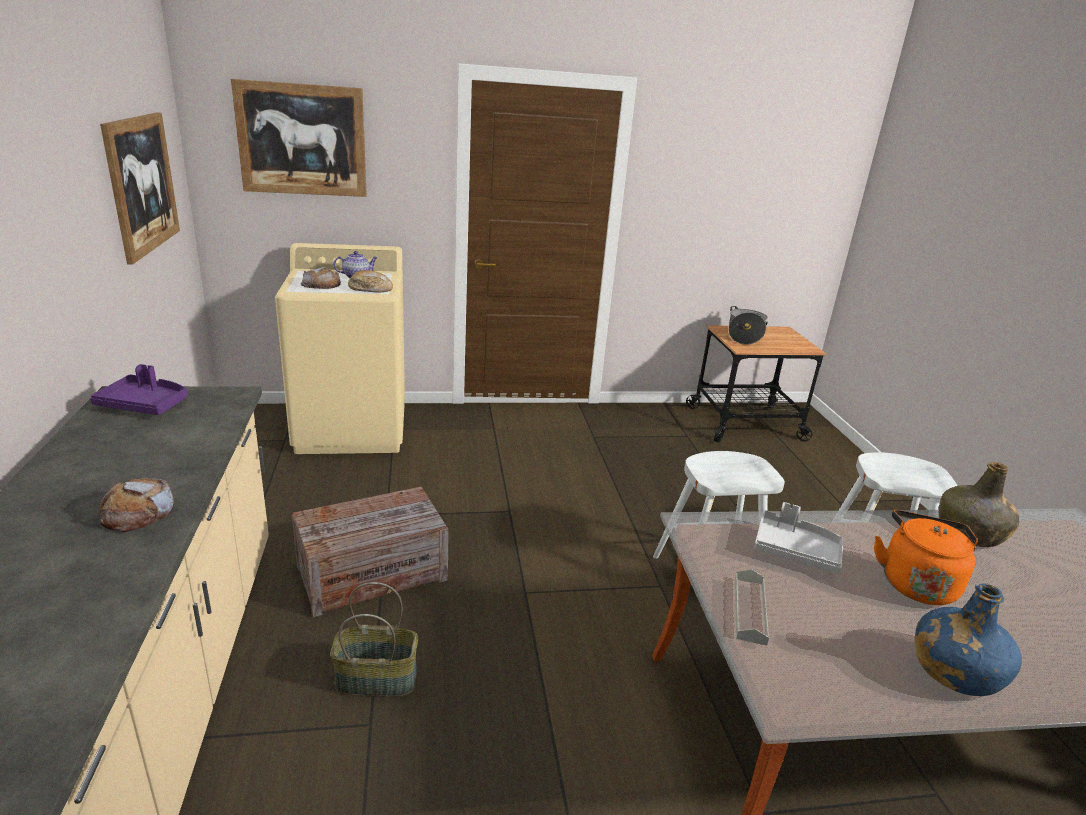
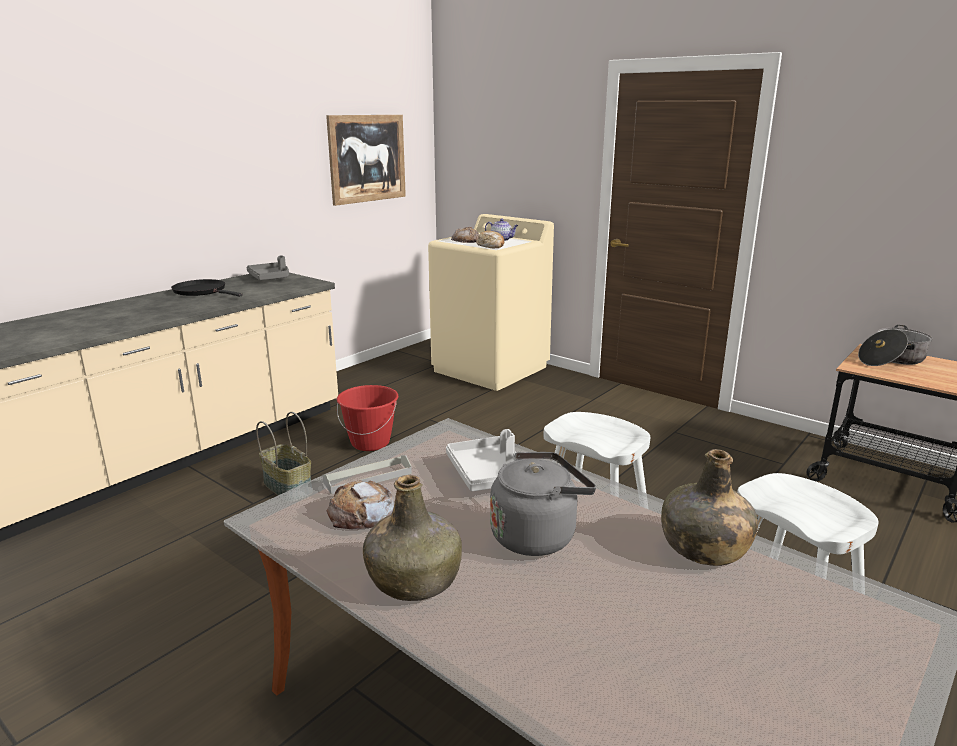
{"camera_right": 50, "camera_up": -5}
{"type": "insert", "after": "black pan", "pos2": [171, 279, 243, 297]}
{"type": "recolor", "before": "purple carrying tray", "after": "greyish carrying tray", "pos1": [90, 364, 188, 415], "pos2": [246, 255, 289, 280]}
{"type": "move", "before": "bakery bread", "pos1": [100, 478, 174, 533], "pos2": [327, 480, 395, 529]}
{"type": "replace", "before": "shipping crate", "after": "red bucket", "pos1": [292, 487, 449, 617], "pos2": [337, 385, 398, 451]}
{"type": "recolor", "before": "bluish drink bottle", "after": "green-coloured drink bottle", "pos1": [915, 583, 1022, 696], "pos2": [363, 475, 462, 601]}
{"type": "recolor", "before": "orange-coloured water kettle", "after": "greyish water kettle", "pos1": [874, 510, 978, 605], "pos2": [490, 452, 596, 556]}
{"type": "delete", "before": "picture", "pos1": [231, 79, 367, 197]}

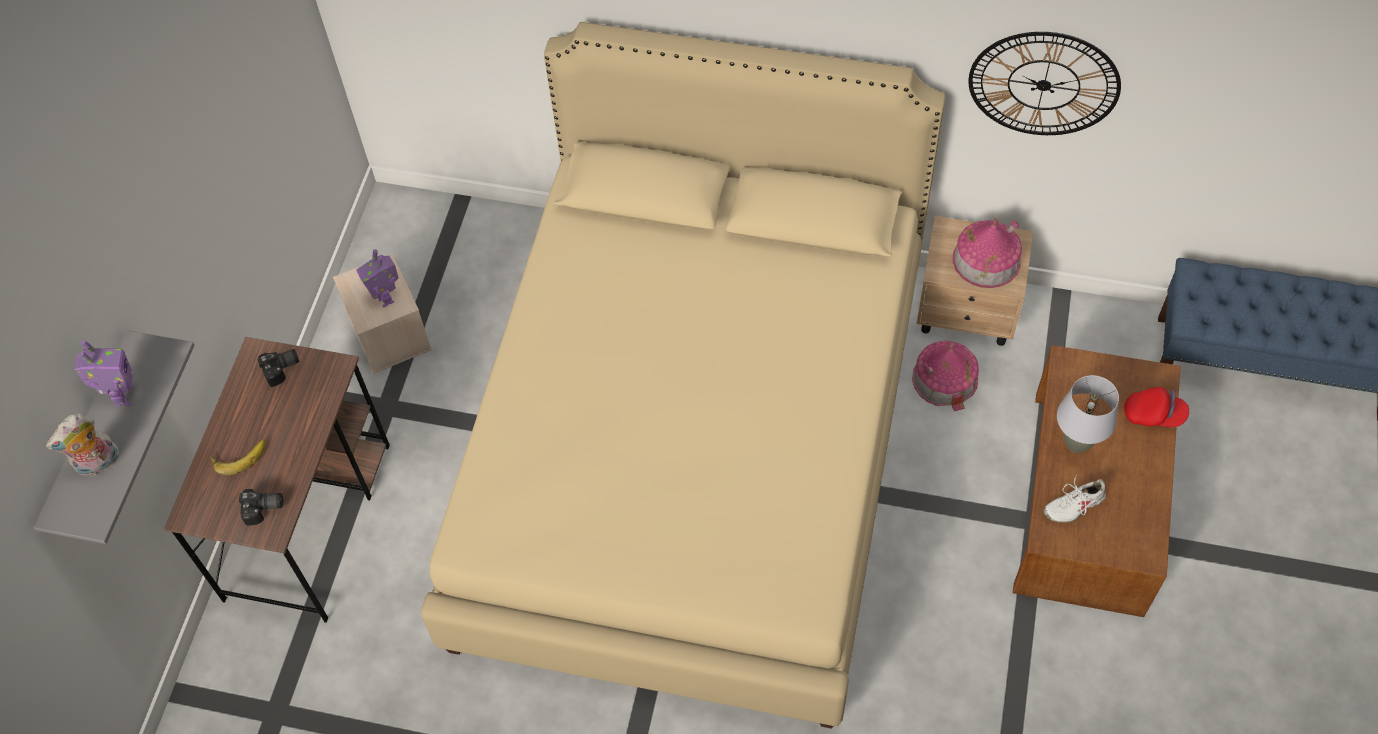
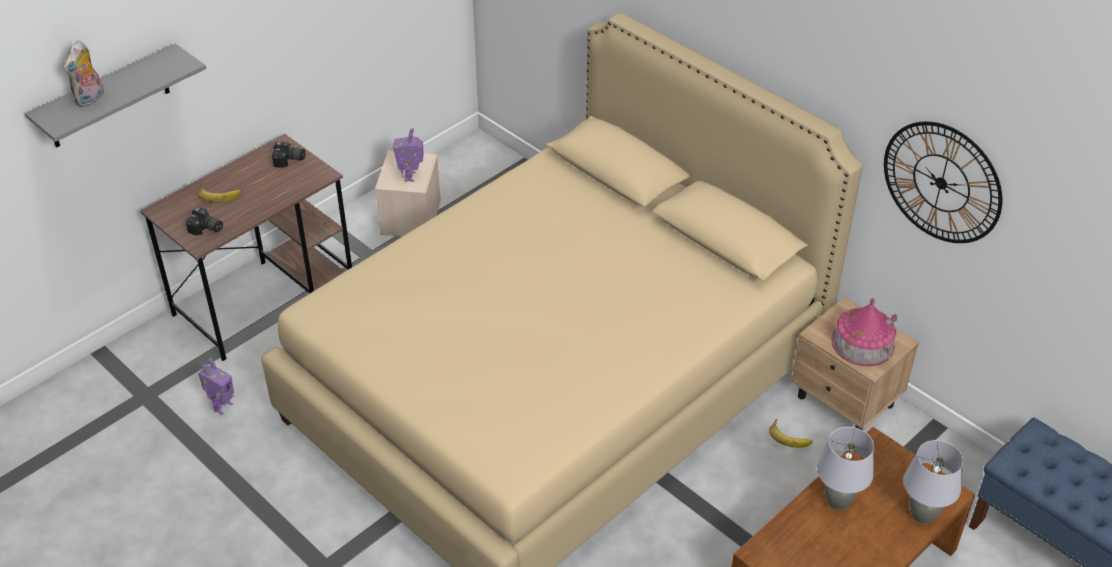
{"camera_right": 30, "camera_up": -15}
{"type": "rotate", "before": "cuddly toy", "pos1": [46, 413, 119, 476], "pos2": [63, 40, 104, 107], "turn": -60}
{"type": "move", "before": "robot figure", "pos1": [74, 340, 133, 407], "pos2": [198, 358, 234, 415]}
{"type": "replace", "before": "toy house", "after": "banana fruit", "pos1": [912, 341, 979, 411], "pos2": [769, 419, 813, 448]}
{"type": "replace", "before": "red cap", "after": "greyish tabletop lamp", "pos1": [1124, 387, 1189, 427], "pos2": [903, 440, 963, 524]}
{"type": "delete", "before": "whitish low shoe", "pos1": [1043, 474, 1106, 523]}

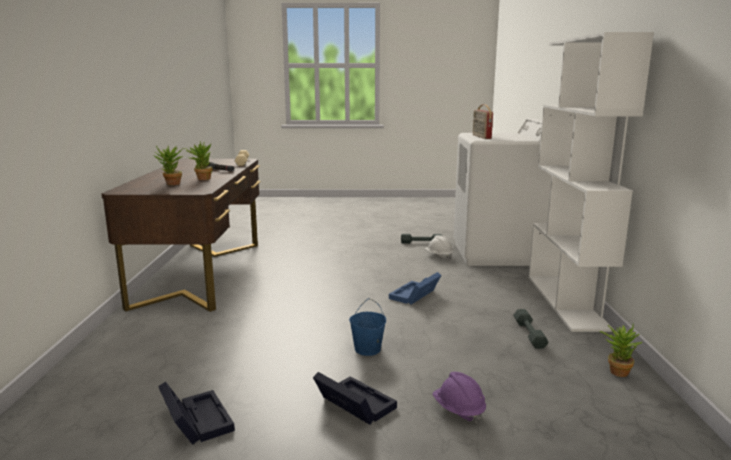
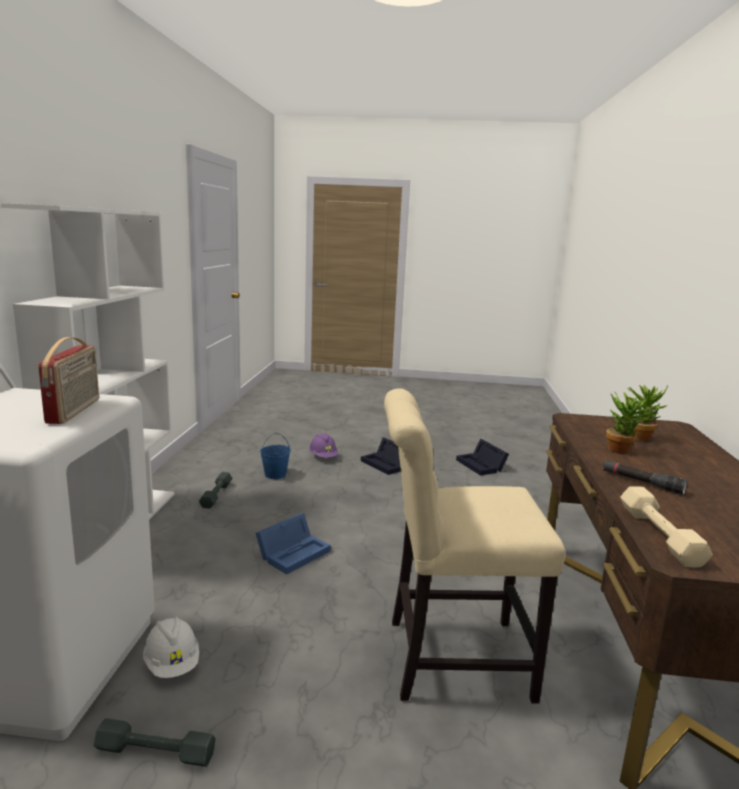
{"camera_right": -175, "camera_up": 0}
{"type": "move", "before": "bluish bucket", "pos1": [349, 299, 386, 356], "pos2": [260, 433, 291, 479]}
{"type": "insert", "after": "sand-coloured upright chair", "pos2": [384, 388, 565, 704]}
{"type": "delete", "before": "houseplant", "pos1": [600, 323, 642, 377]}

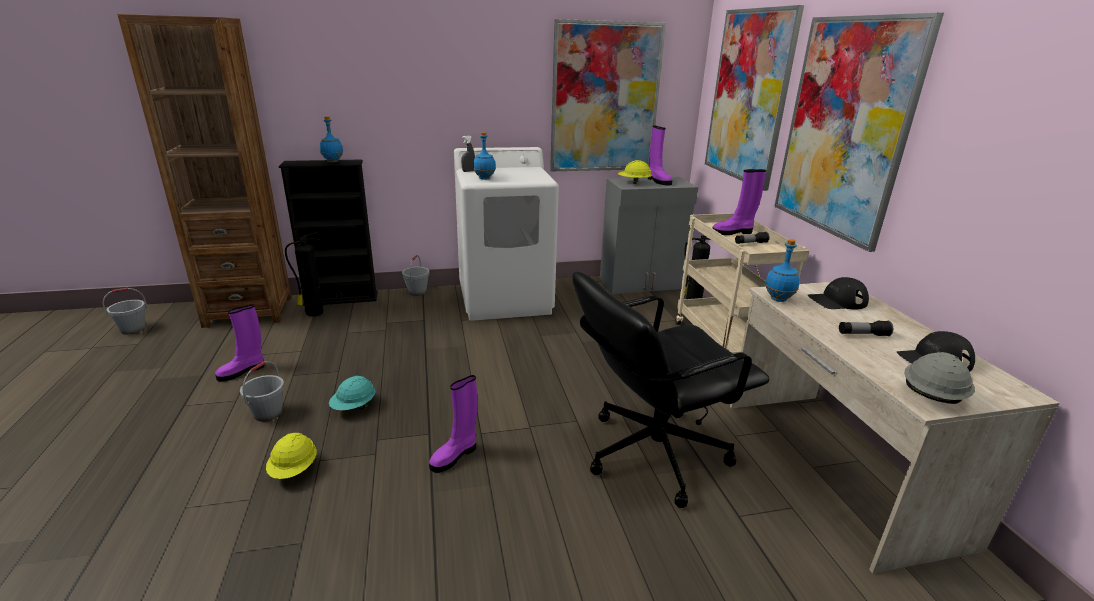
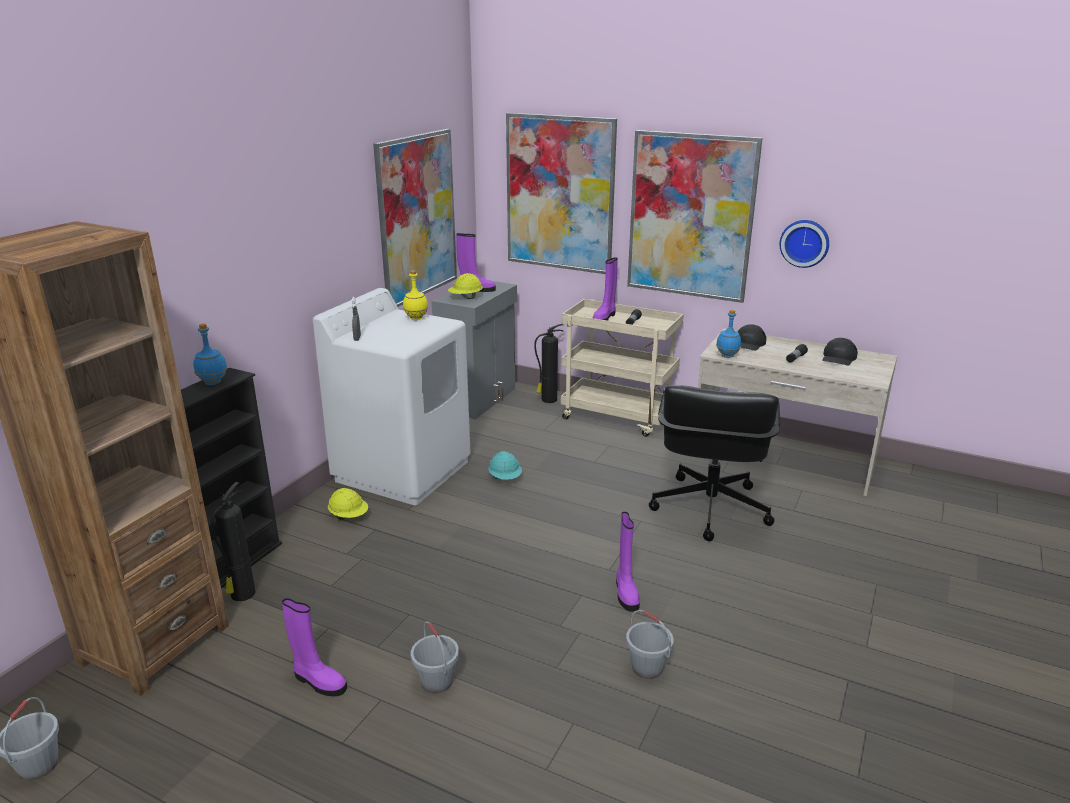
{"camera_right": -50, "camera_up": 0}
{"type": "rotate", "before": "purple tall boot", "pos1": [215, 304, 264, 382], "pos2": [282, 598, 347, 696], "turn": -60}
{"type": "move", "before": "yellow-coloured work helmet", "pos1": [266, 433, 317, 479], "pos2": [328, 488, 368, 520]}
{"type": "insert", "after": "yellow-coloured drink bottle", "pos2": [403, 270, 428, 320]}
{"type": "move", "before": "turquoise-coloured work helmet", "pos1": [329, 376, 376, 410], "pos2": [488, 451, 522, 480]}
{"type": "move", "before": "greyish bucket", "pos1": [402, 255, 429, 296], "pos2": [626, 610, 673, 679]}
{"type": "insert", "after": "clock on the wall", "pos2": [779, 220, 829, 268]}
{"type": "delete", "before": "bluish drink bottle", "pos1": [473, 132, 496, 180]}
{"type": "delete", "before": "greyish work helmet", "pos1": [904, 352, 975, 404]}

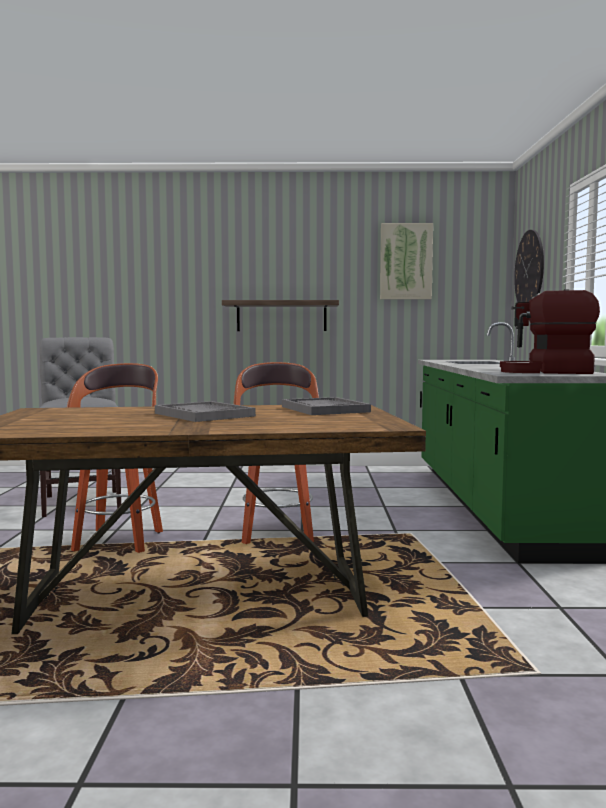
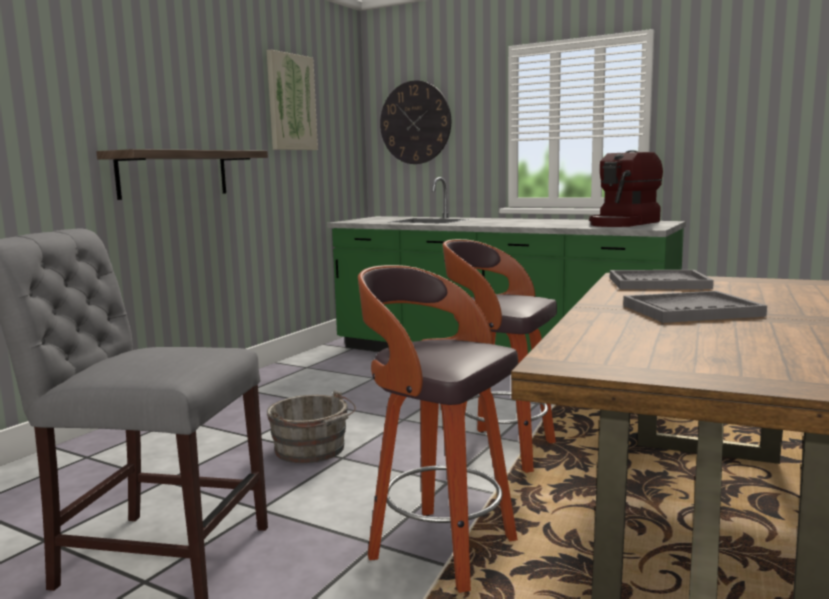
{"camera_right": -60, "camera_up": 5}
{"type": "insert", "after": "greyish bucket", "pos2": [267, 390, 356, 463]}

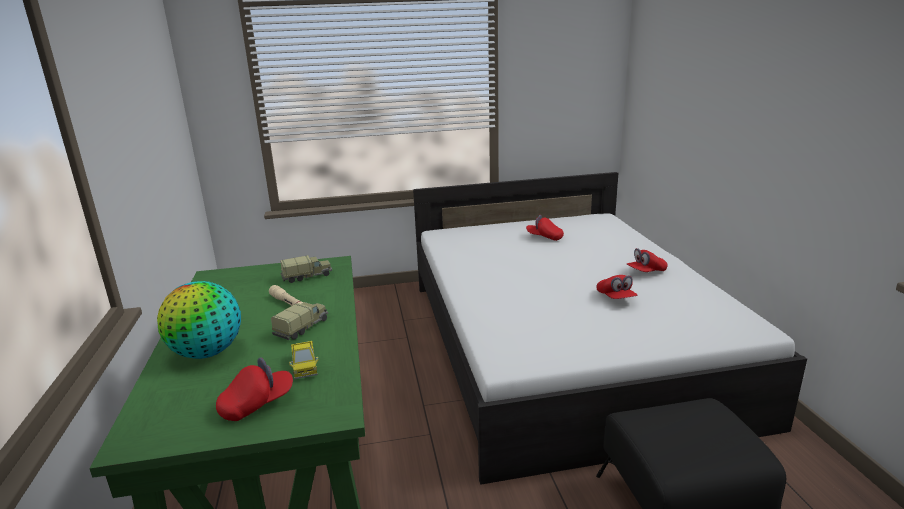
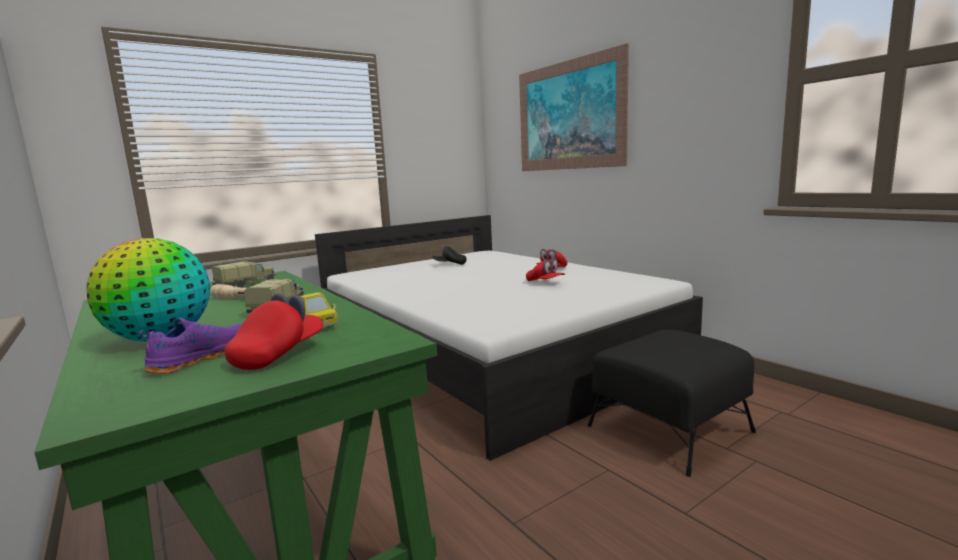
{"camera_right": -25, "camera_up": -10}
{"type": "insert", "after": "purple low shoe", "pos2": [139, 318, 242, 374]}
{"type": "recolor", "before": "red cap", "after": "black cap", "pos1": [526, 215, 564, 241], "pos2": [432, 245, 467, 265]}
{"type": "insert", "after": "picture", "pos2": [519, 43, 629, 171]}

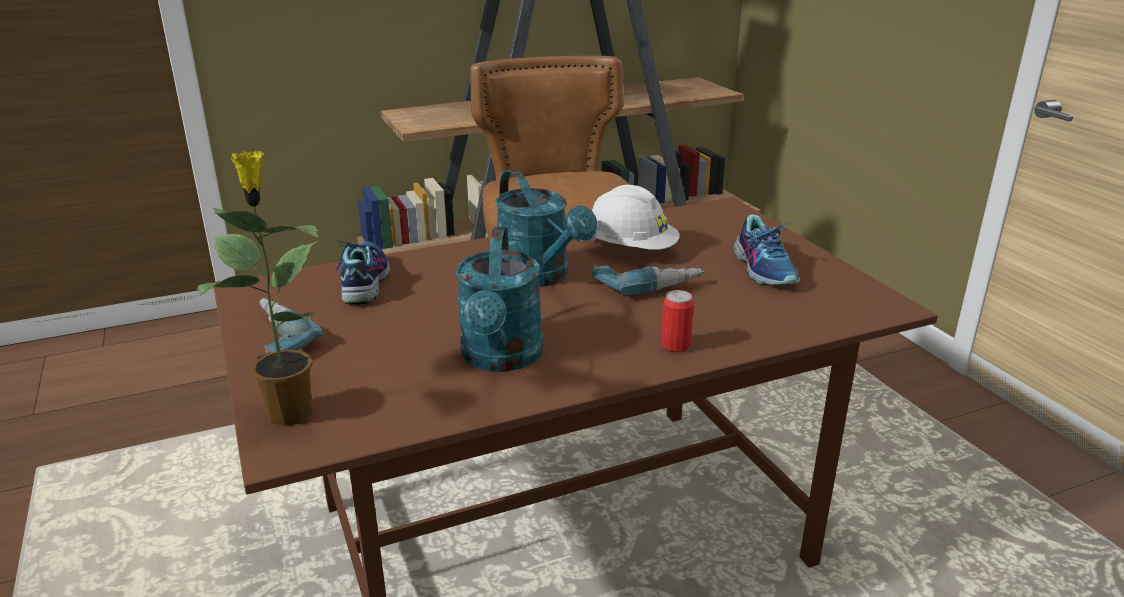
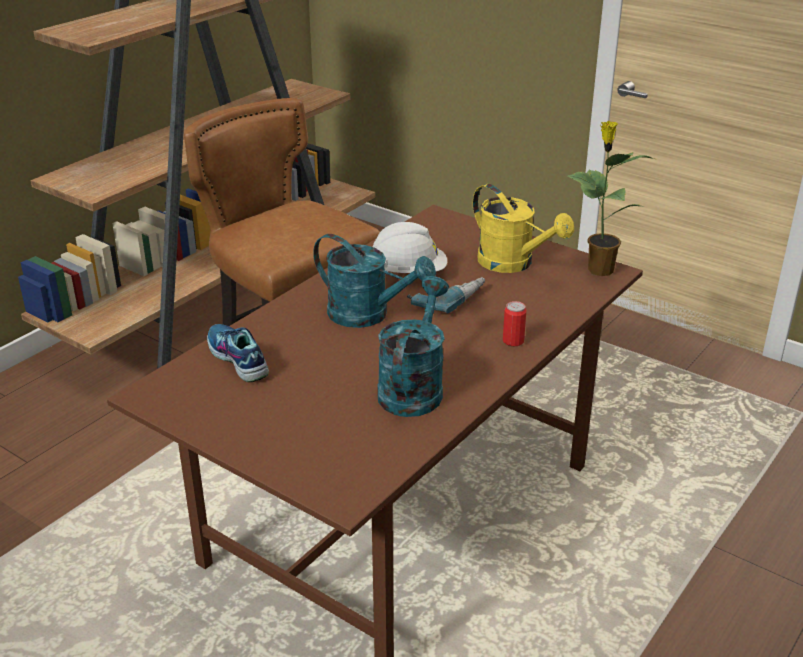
{"camera_right": -30, "camera_up": 5}
{"type": "rotate", "before": "turquoise-coloured watering can", "pos1": [456, 226, 543, 372], "pos2": [377, 276, 449, 417], "turn": -135}
{"type": "replace", "before": "low shoe", "after": "yellow-coloured watering can", "pos1": [734, 214, 800, 286], "pos2": [473, 184, 574, 273]}
{"type": "move", "before": "houseplant", "pos1": [197, 151, 318, 426], "pos2": [567, 121, 654, 276]}
{"type": "delete", "before": "electric drill", "pos1": [257, 298, 323, 359]}

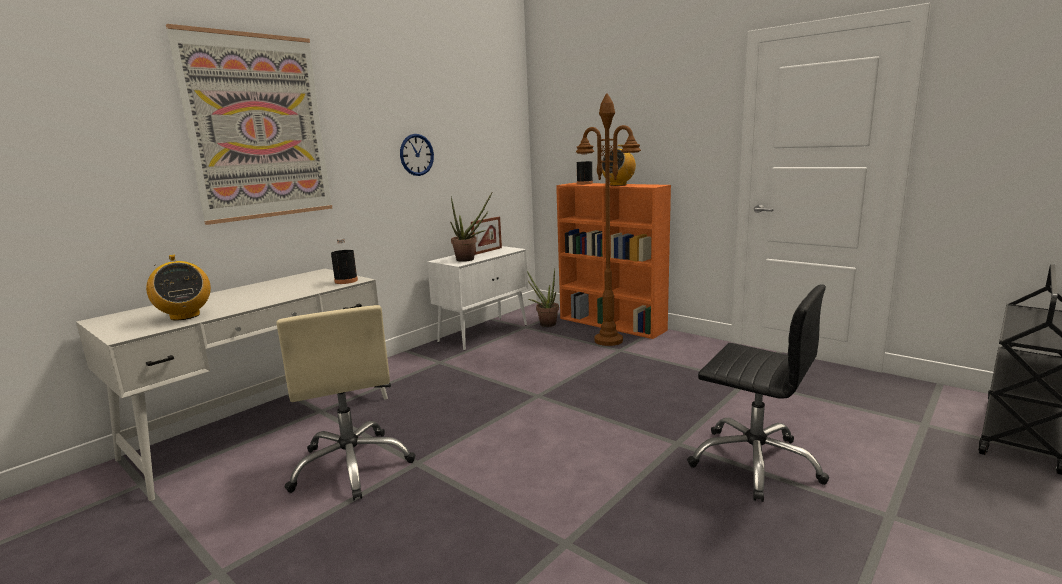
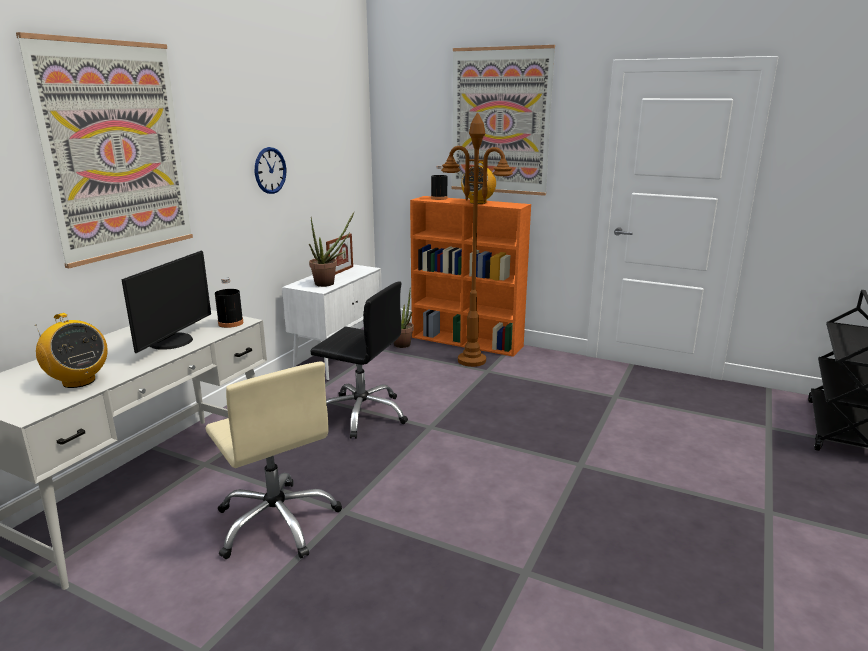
{"camera_right": -15, "camera_up": 5}
{"type": "insert", "after": "monitor", "pos2": [122, 251, 211, 353]}
{"type": "move", "before": "black desk chair", "pos1": [687, 284, 829, 502], "pos2": [310, 282, 408, 439]}
{"type": "insert", "after": "picture", "pos2": [451, 45, 555, 196]}

